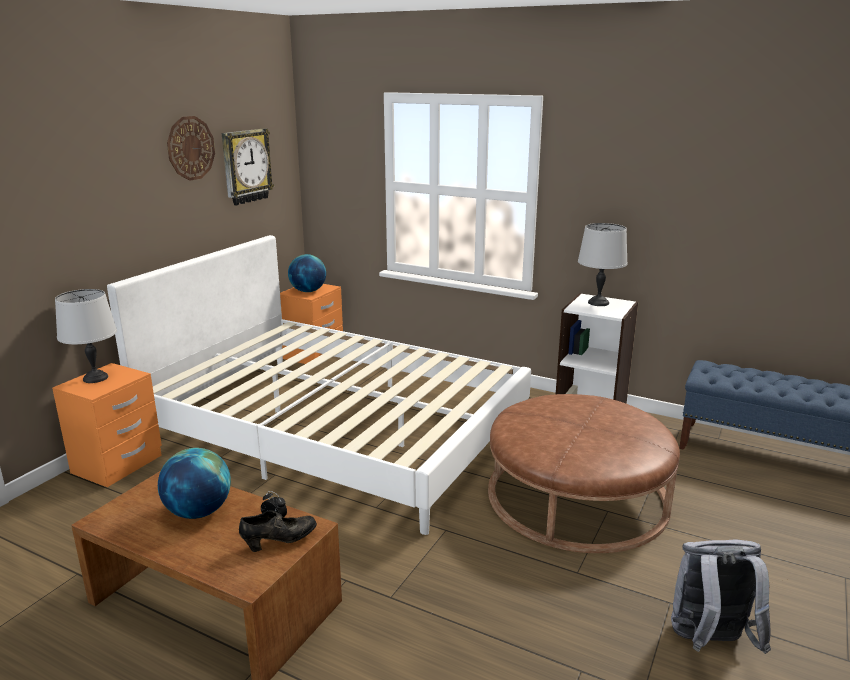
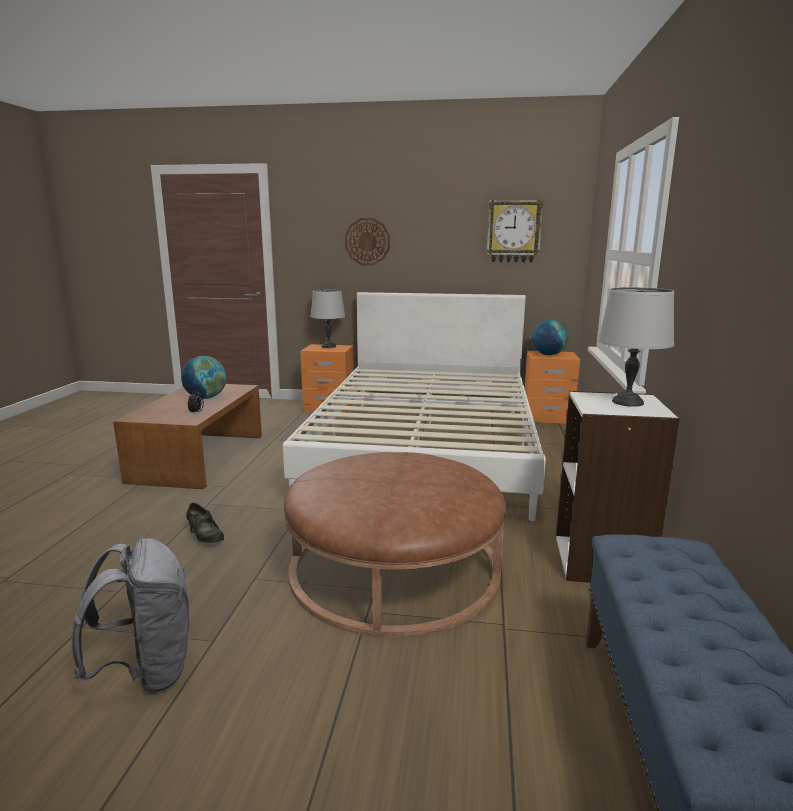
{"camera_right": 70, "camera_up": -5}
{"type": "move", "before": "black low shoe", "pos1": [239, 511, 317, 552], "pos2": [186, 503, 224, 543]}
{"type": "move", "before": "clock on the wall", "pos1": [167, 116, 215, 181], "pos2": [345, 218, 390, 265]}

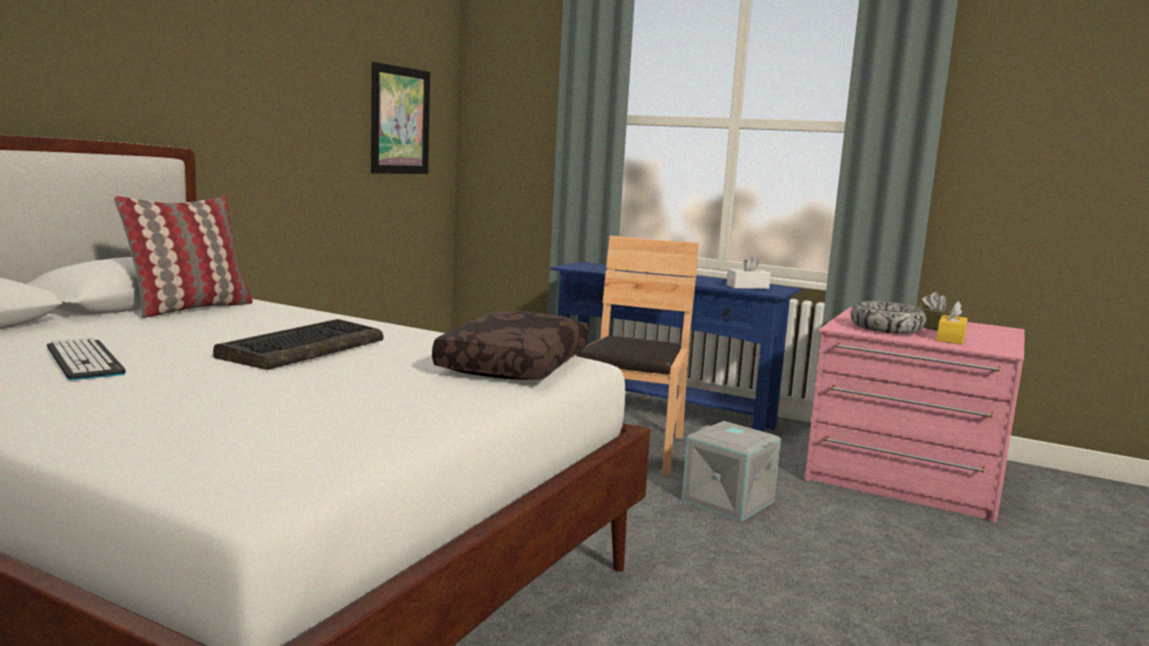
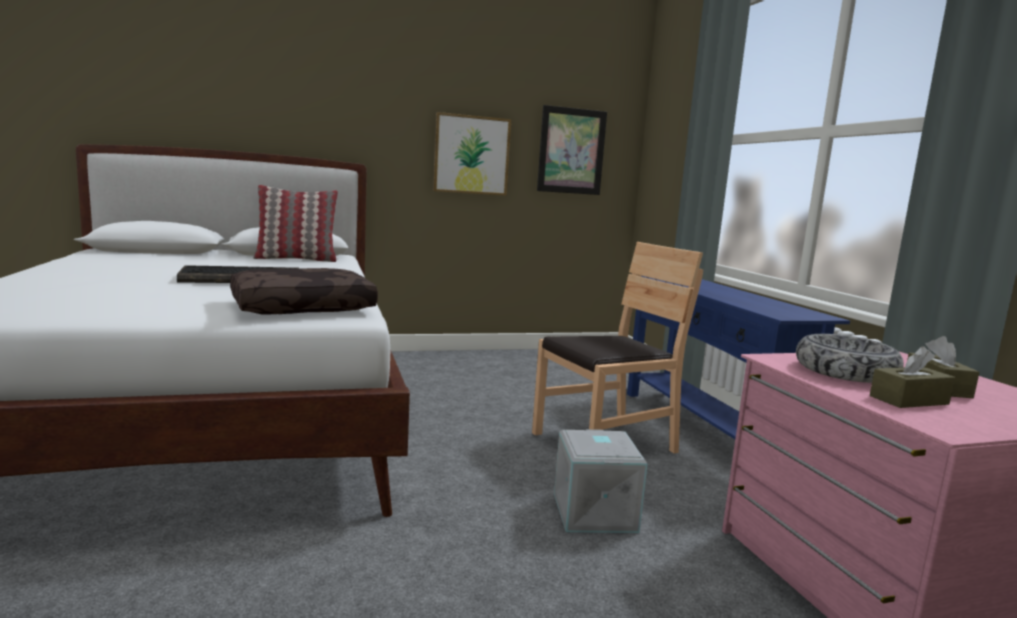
{"camera_right": 45, "camera_up": 0}
{"type": "insert", "after": "picture", "pos2": [433, 112, 511, 196]}
{"type": "recolor", "before": "yellow-coloured tissue box", "after": "brownish tissue box", "pos1": [936, 301, 968, 344], "pos2": [870, 346, 955, 408]}
{"type": "delete", "before": "PC keyboard", "pos1": [47, 338, 126, 380]}
{"type": "delete", "before": "whitish tissue box", "pos1": [727, 255, 771, 289]}

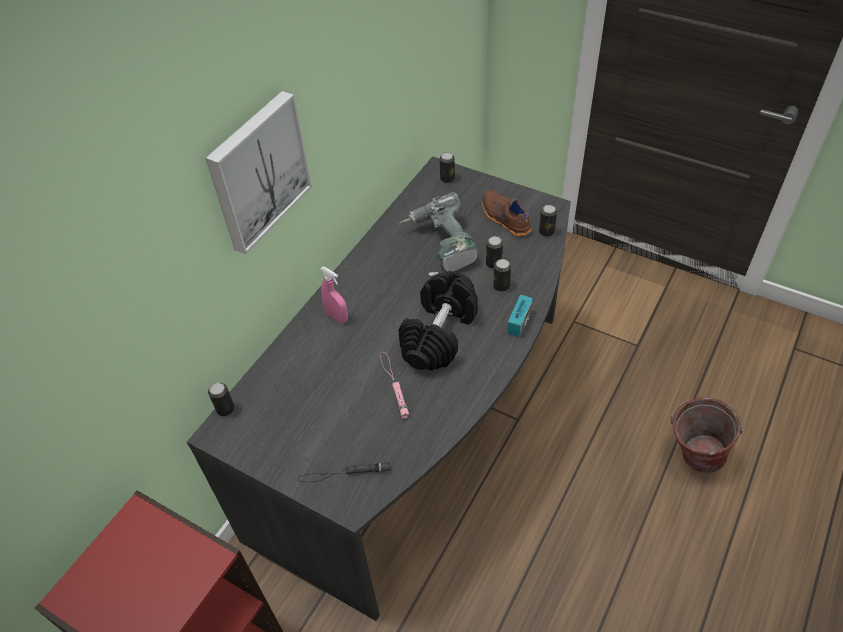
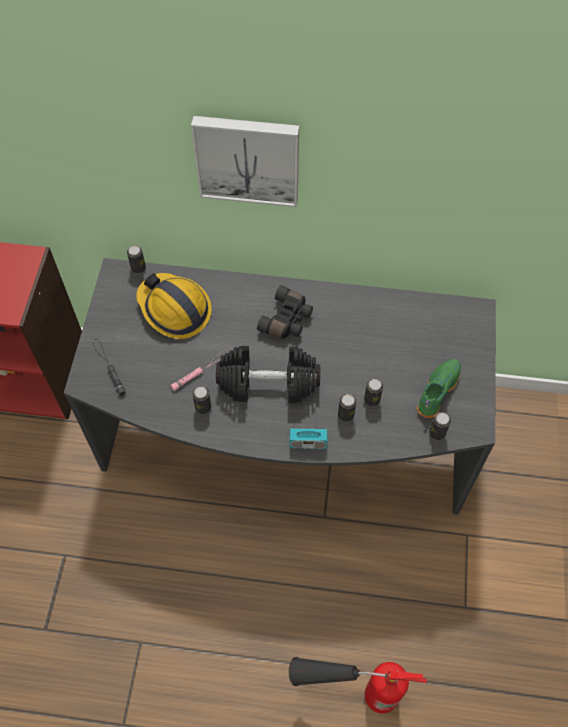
{"camera_right": 65, "camera_up": 10}
{"type": "insert", "after": "work helmet", "pos2": [136, 273, 212, 339]}
{"type": "move", "before": "sealed can", "pos1": [440, 152, 455, 183], "pos2": [192, 386, 211, 414]}
{"type": "insert", "after": "black pair of binoculars", "pos2": [257, 285, 313, 338]}
{"type": "replace", "before": "bucket", "after": "extinguisher", "pos1": [670, 397, 743, 473], "pos2": [289, 657, 427, 714]}
{"type": "recolor", "before": "brownish low shoe", "after": "green-coloured low shoe", "pos1": [482, 190, 532, 236], "pos2": [417, 359, 461, 418]}
{"type": "delete", "before": "pink spray bottle", "pos1": [321, 267, 348, 323]}
{"type": "delete", "before": "electric drill", "pos1": [399, 192, 478, 276]}

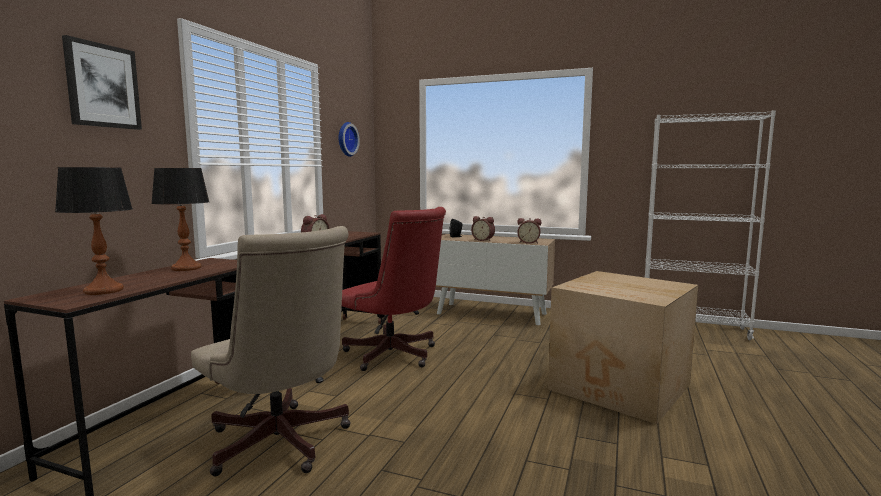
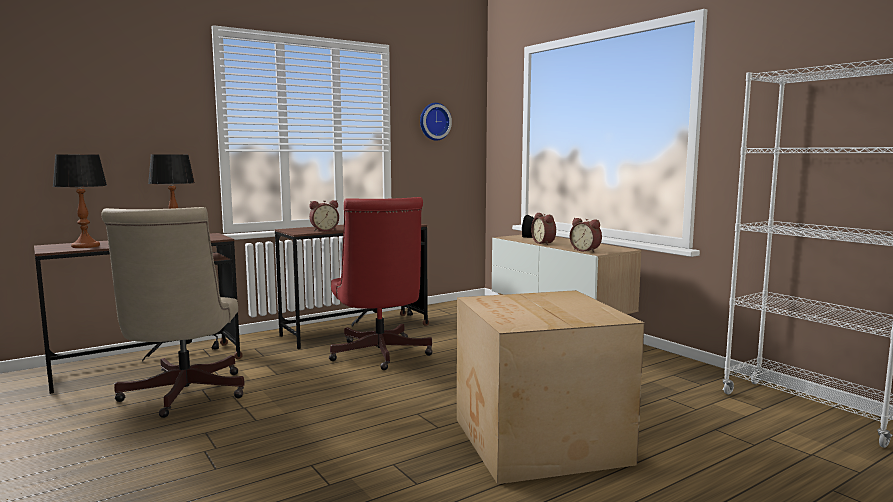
{"camera_right": 35, "camera_up": 0}
{"type": "delete", "before": "picture", "pos1": [62, 35, 142, 130]}

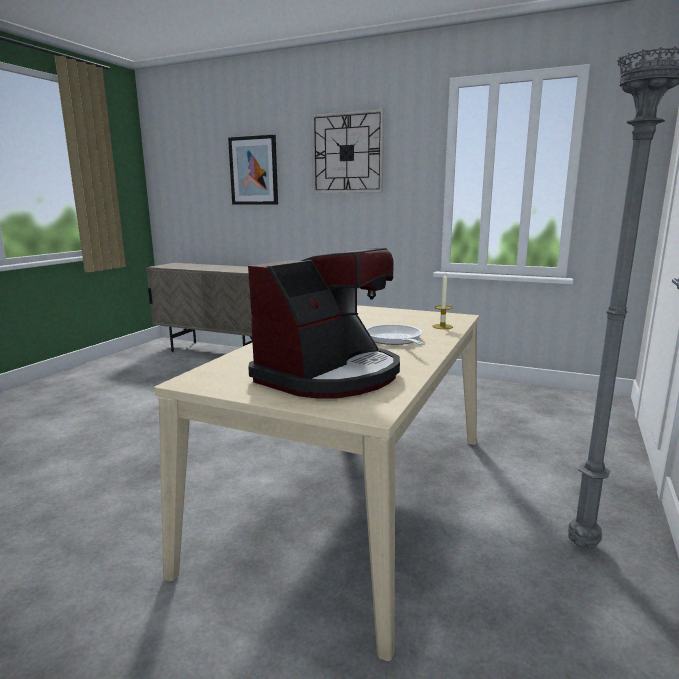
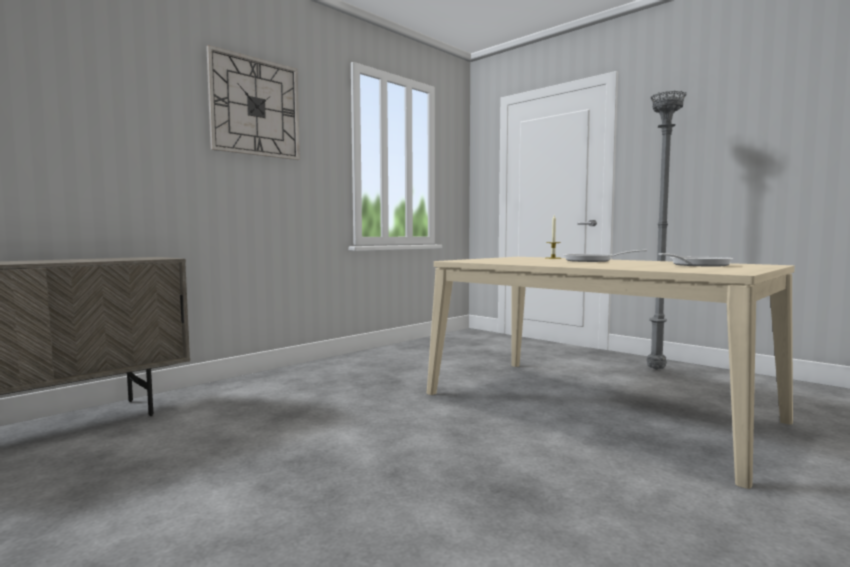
{"camera_right": -70, "camera_up": -10}
{"type": "replace", "before": "coffee machine", "after": "pan", "pos1": [248, 248, 400, 399], "pos2": [658, 253, 734, 267]}
{"type": "delete", "before": "picture", "pos1": [228, 135, 278, 205]}

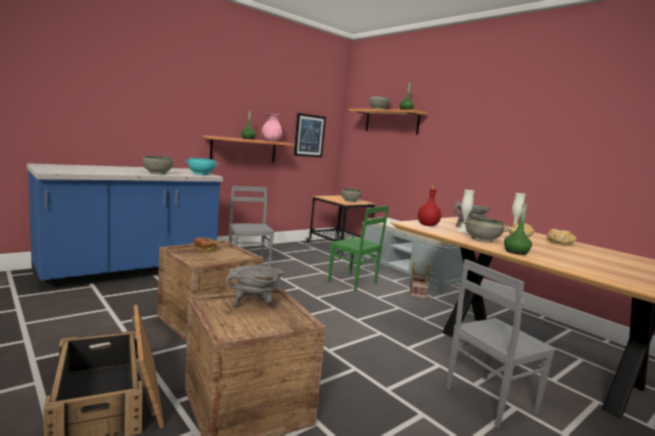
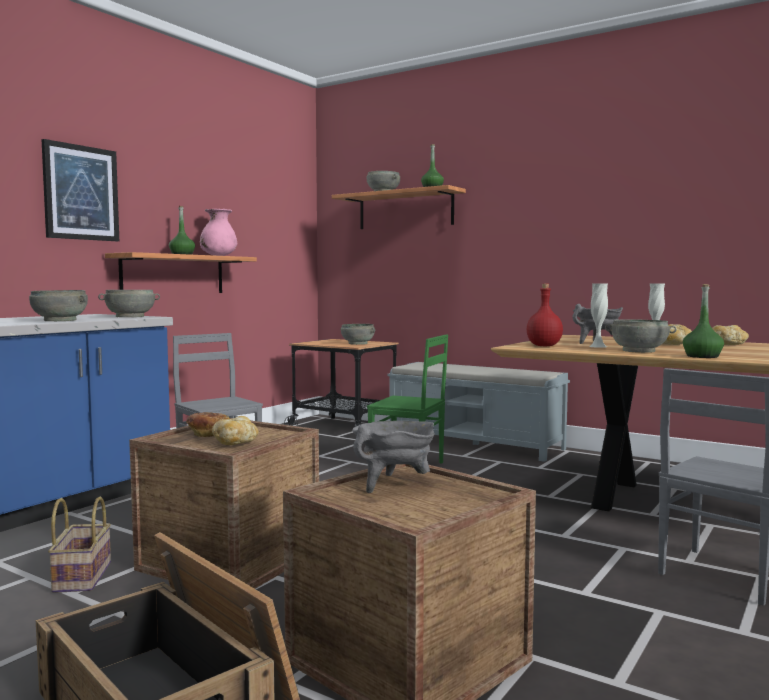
{"camera_right": -15, "camera_up": -5}
{"type": "move", "before": "picture", "pos1": [294, 113, 326, 157], "pos2": [41, 139, 119, 241]}
{"type": "move", "before": "storage basket", "pos1": [410, 262, 430, 299], "pos2": [48, 497, 111, 593]}
{"type": "recolor", "before": "turquoise-coloured serving bowl", "after": "greyish serving bowl", "pos1": [185, 158, 219, 175], "pos2": [98, 290, 160, 317]}
{"type": "insert", "after": "bakery bread", "pos2": [212, 416, 259, 445]}

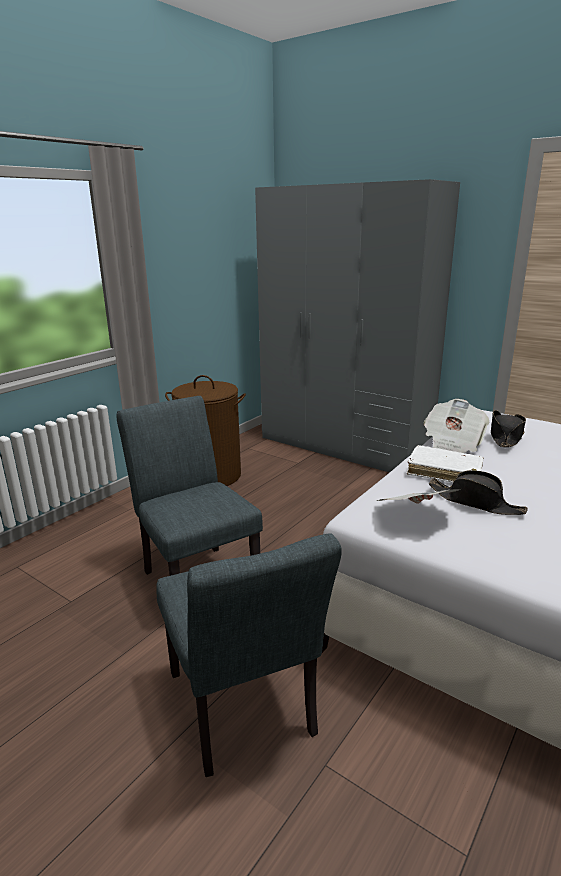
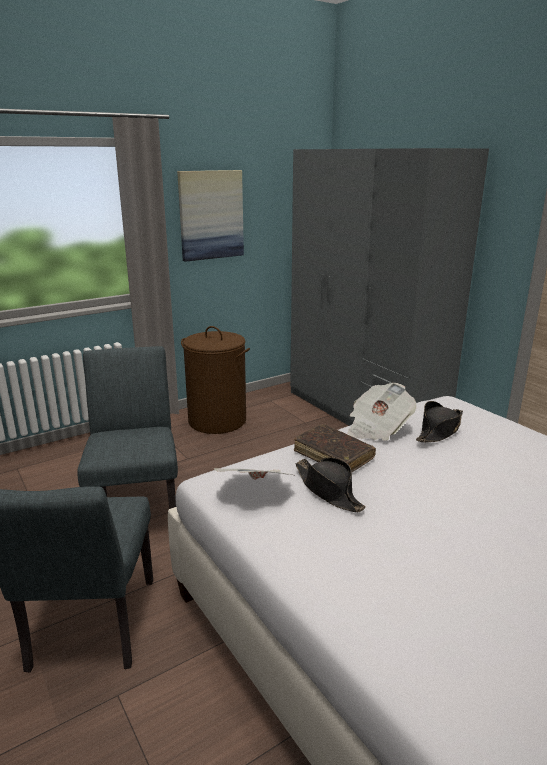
{"camera_right": 20, "camera_up": 0}
{"type": "insert", "after": "picture", "pos2": [177, 170, 244, 262]}
{"type": "recolor", "before": "whitish book", "after": "brownish book", "pos1": [406, 445, 484, 483], "pos2": [294, 424, 376, 472]}

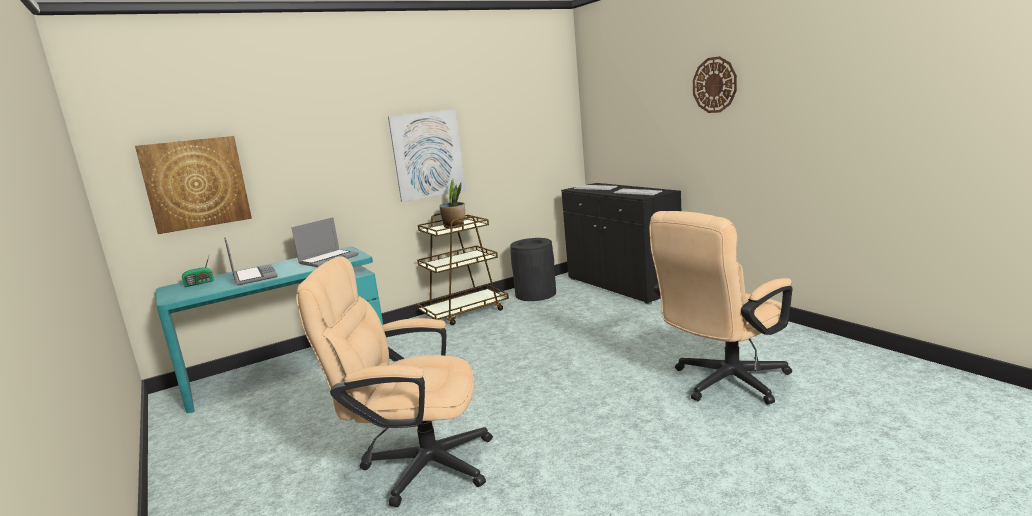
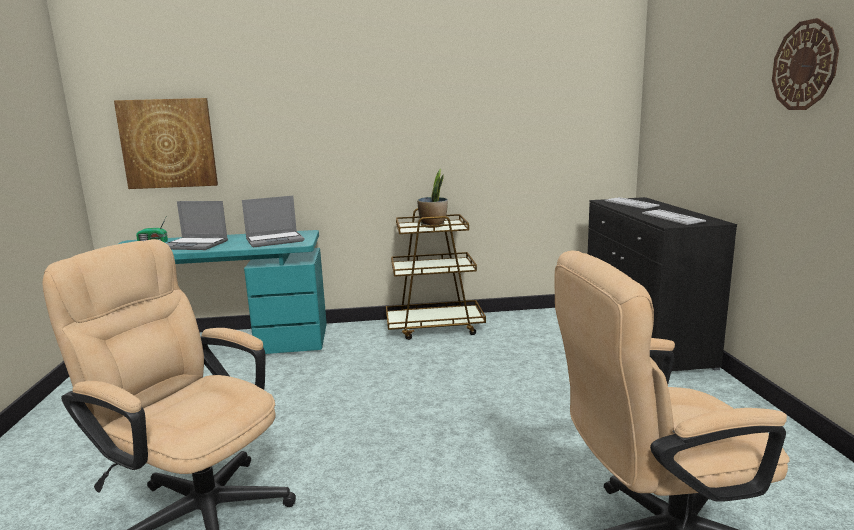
{"camera_right": 25, "camera_up": 0}
{"type": "rotate", "before": "laptop", "pos1": [224, 237, 278, 285], "pos2": [166, 201, 228, 250], "turn": 105}
{"type": "delete", "before": "picture", "pos1": [388, 109, 466, 202]}
{"type": "delete", "before": "black waste bin", "pos1": [510, 238, 556, 301]}

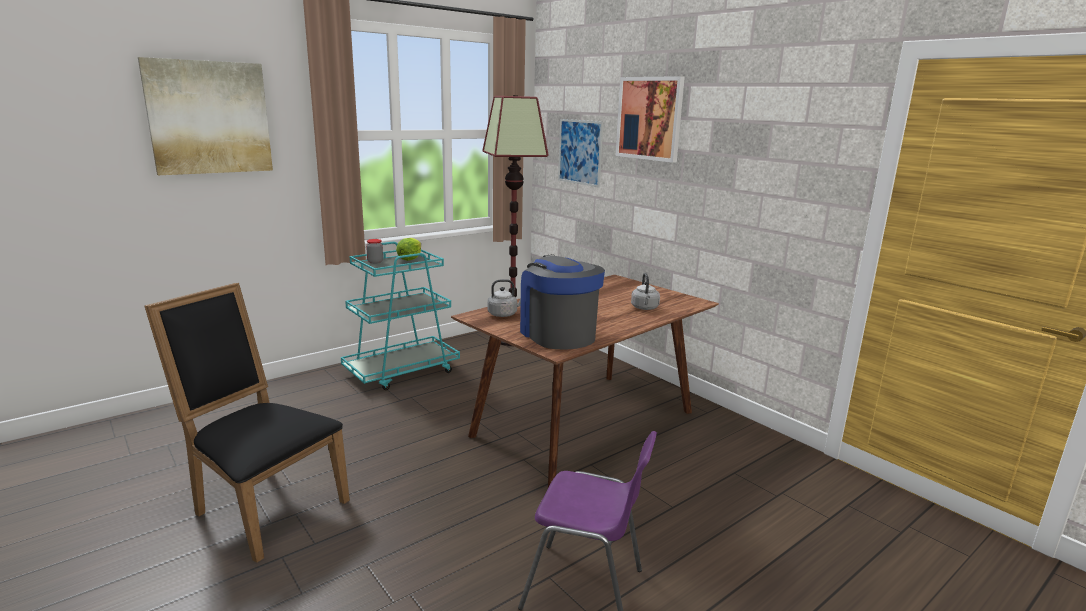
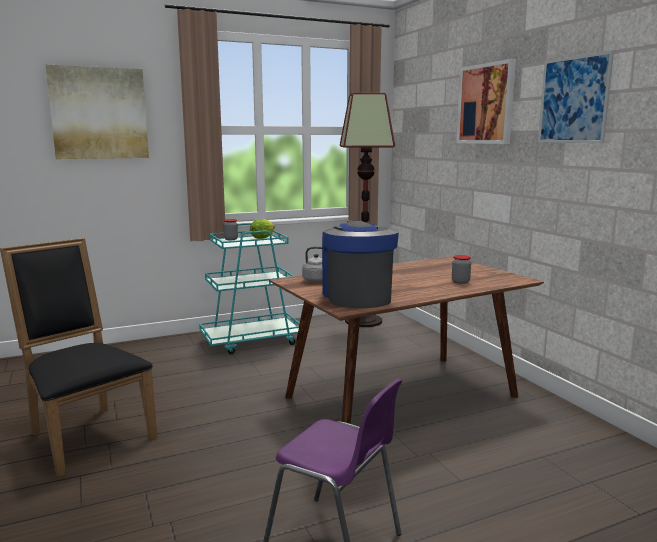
{"camera_right": 15, "camera_up": -5}
{"type": "replace", "before": "greyish water kettle", "after": "storage jar", "pos1": [631, 273, 660, 310], "pos2": [452, 255, 471, 284]}
{"type": "move", "before": "picture", "pos1": [558, 119, 603, 187], "pos2": [538, 50, 614, 143]}

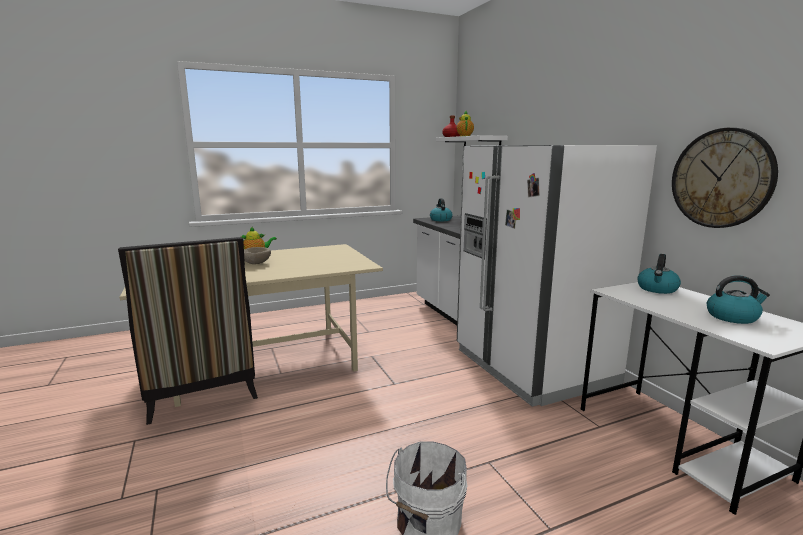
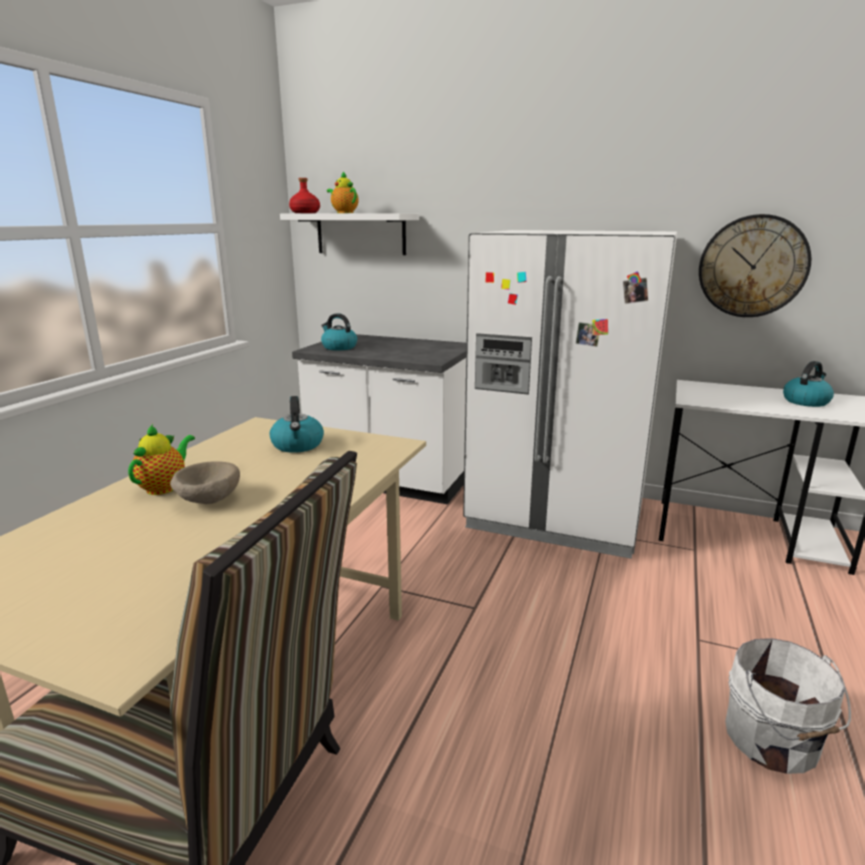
{"camera_right": -45, "camera_up": 5}
{"type": "move", "before": "water kettle", "pos1": [638, 254, 681, 294], "pos2": [270, 396, 324, 453]}

